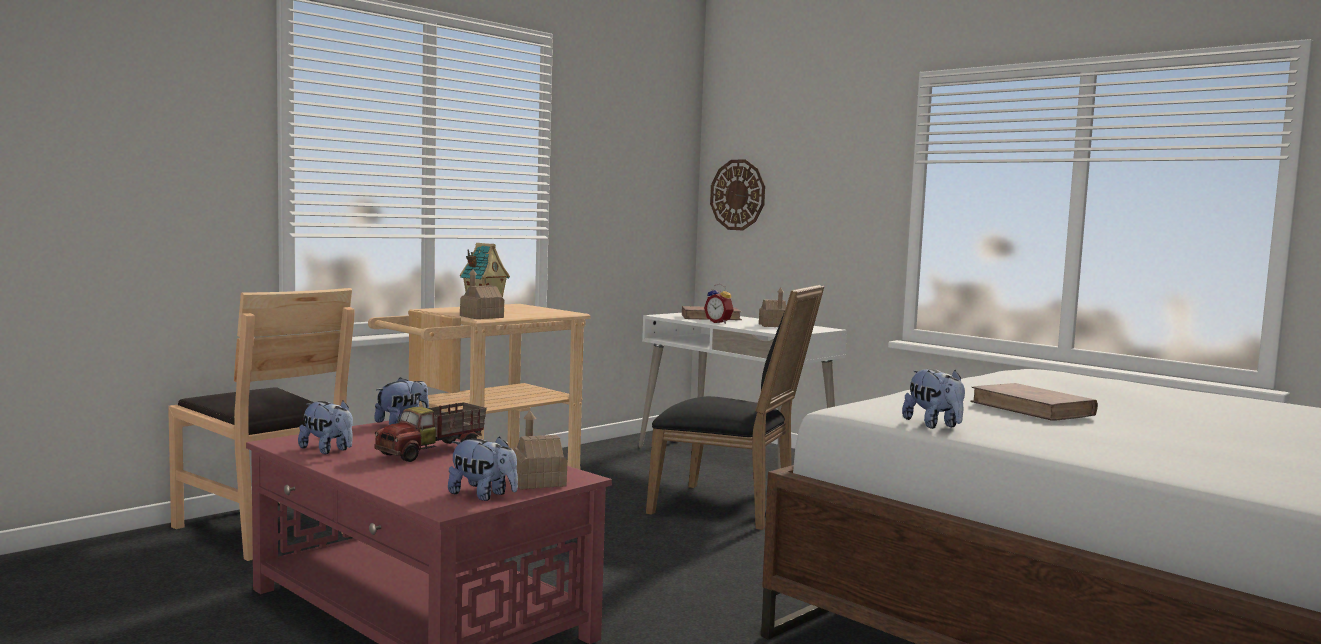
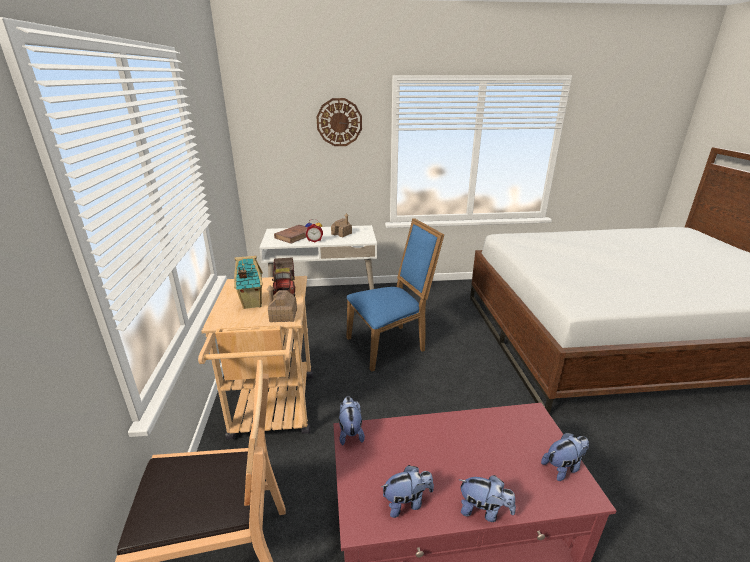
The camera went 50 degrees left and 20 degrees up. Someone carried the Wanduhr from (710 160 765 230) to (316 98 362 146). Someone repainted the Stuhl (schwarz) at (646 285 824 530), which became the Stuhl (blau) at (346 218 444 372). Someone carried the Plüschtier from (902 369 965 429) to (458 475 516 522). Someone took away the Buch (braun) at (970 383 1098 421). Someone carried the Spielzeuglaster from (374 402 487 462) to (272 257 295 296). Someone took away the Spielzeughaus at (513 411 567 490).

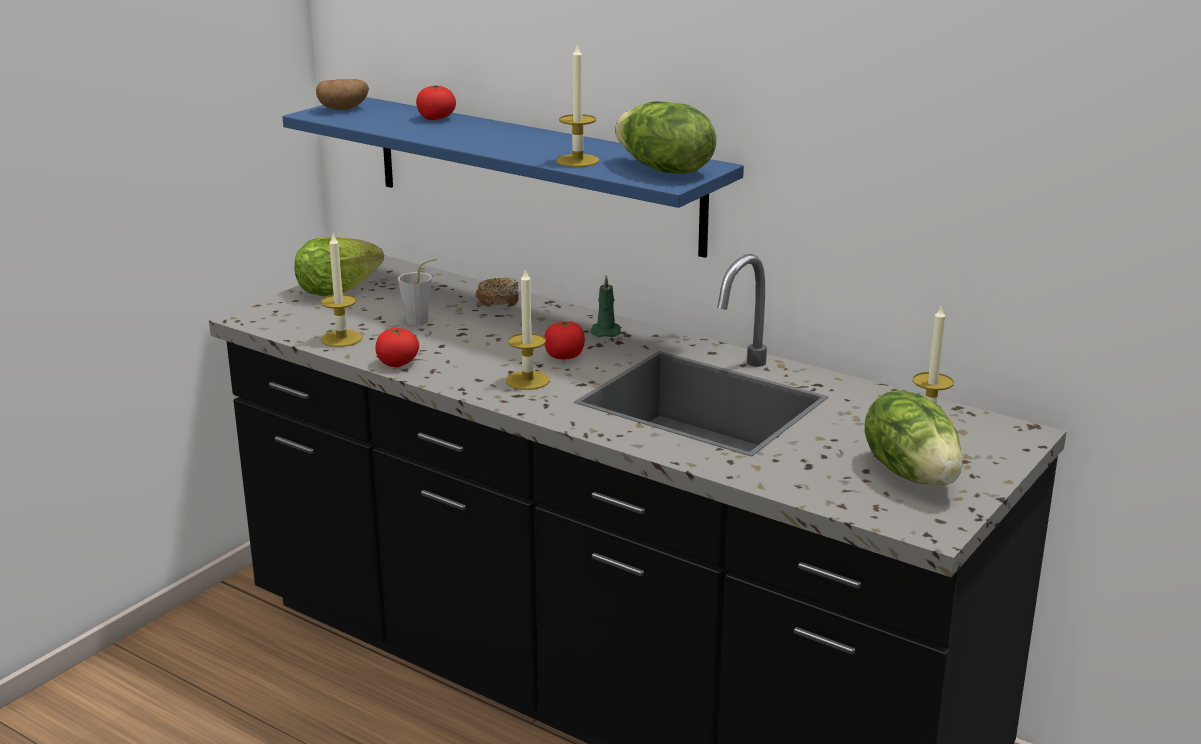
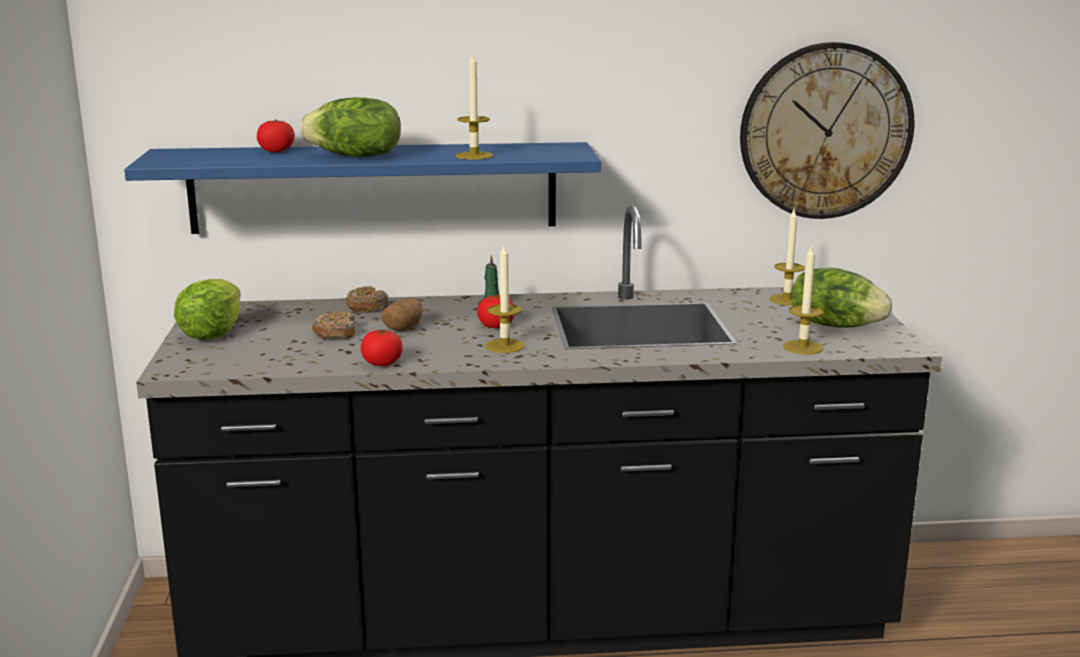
The camera went 40 degrees left and 5 degrees down. Someone carried the Kartoffel from (316 79 369 110) to (382 298 423 331). Someone carried the Salatkopf from (615 101 716 173) to (300 97 401 157). Someone carried the Kerze from (320 234 363 347) to (783 244 824 354). Someone swapped the Tasse (grau) at (398 258 437 326) for the Donut at (312 311 355 340). Someone put up the Wanduhr at (740 42 914 219).

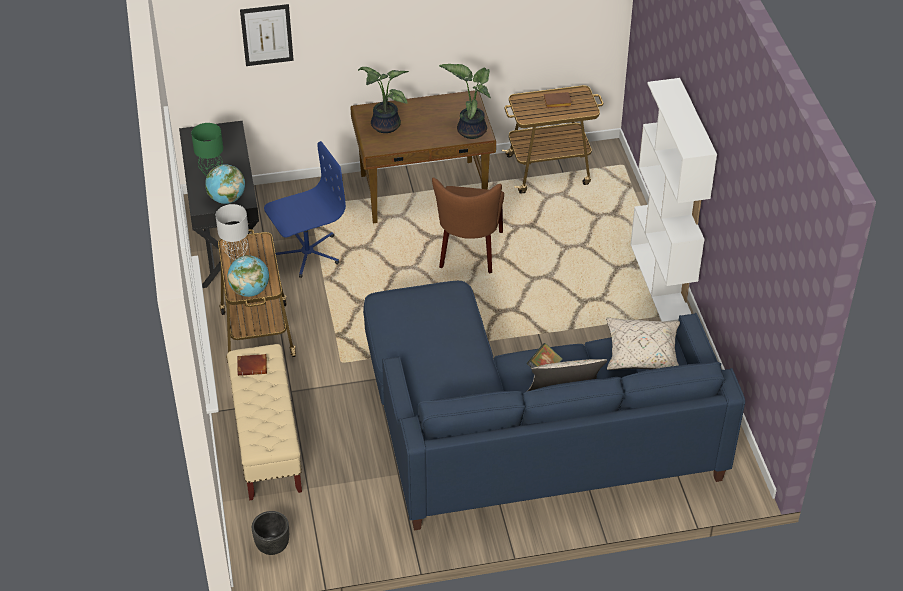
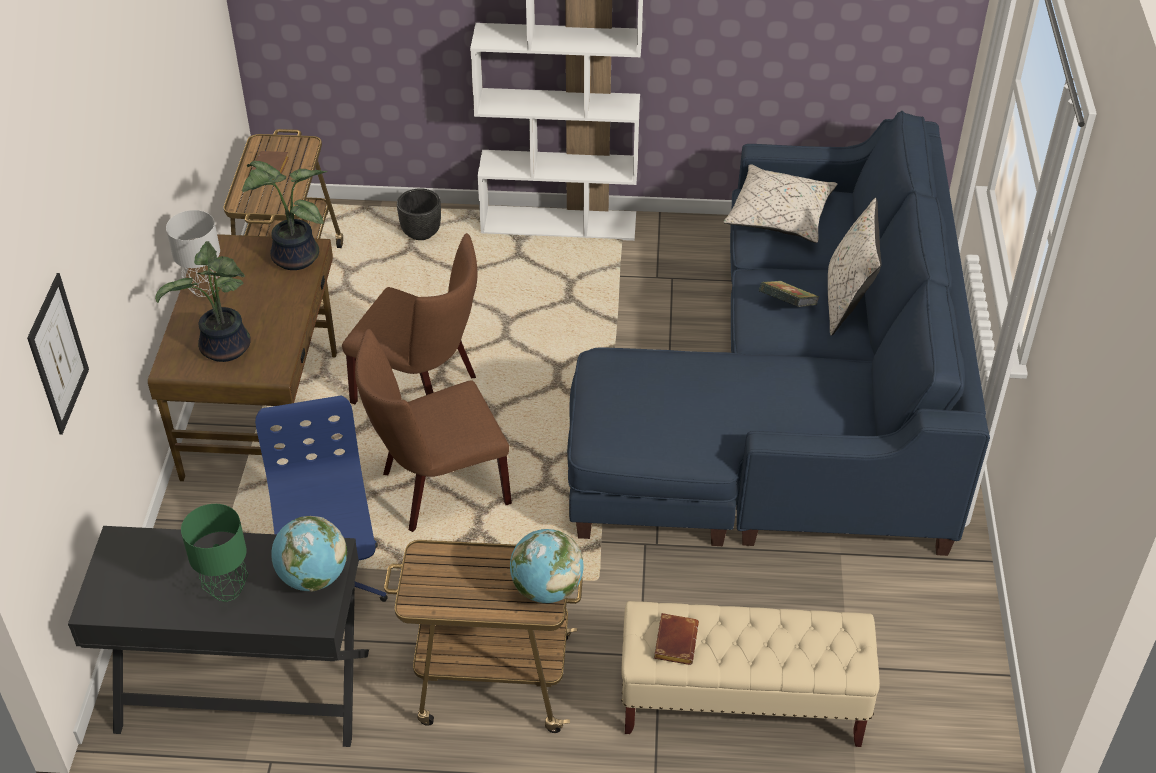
The camera went 75 degrees left and 0 degrees up. Someone carried the Tischlampe (grau) from (216 204 249 260) to (166 210 220 297). Someone carried the Pflanzkübel (schwarz) from (252 511 289 555) to (397 188 441 240). Someone put down the Stuhl (braun) at (355 329 512 532).

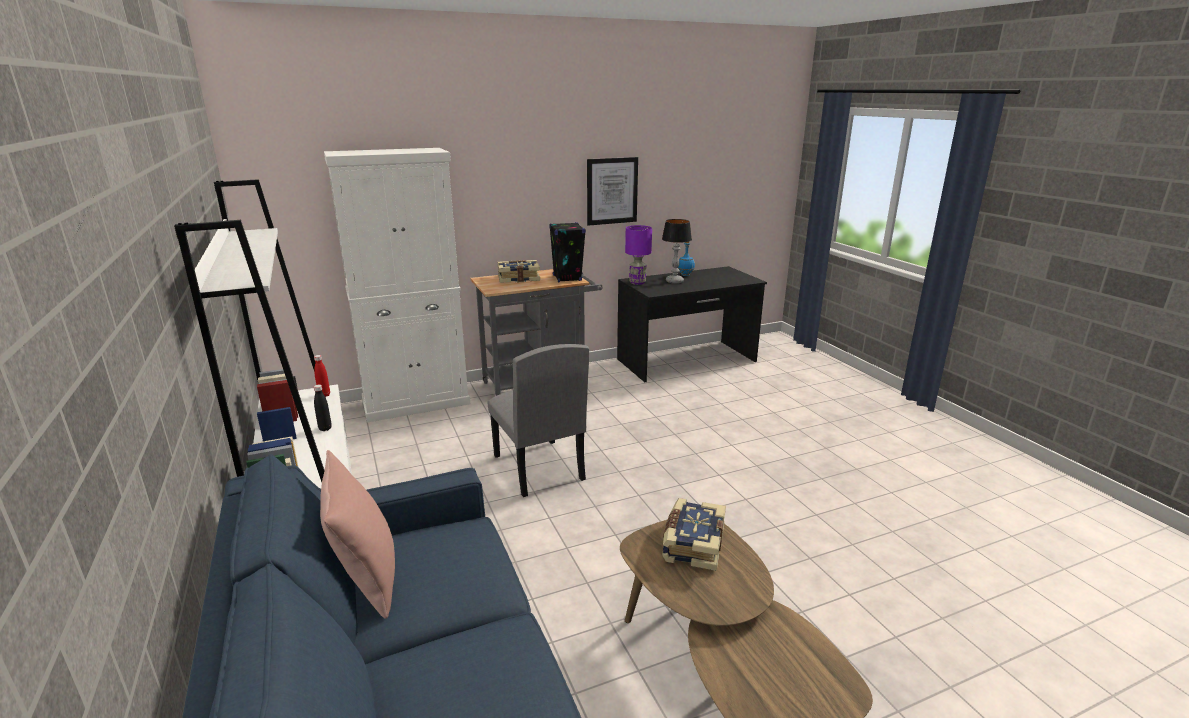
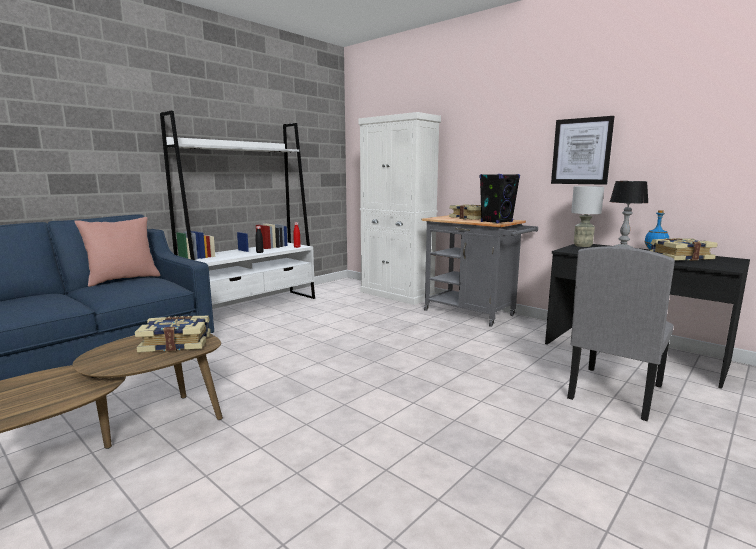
The camera went 65 degrees right and 10 degrees down. Someone repainted the Tischlampe (lila) at (625 225 652 285), which became the Tischlampe (grau) at (571 186 604 247). Someone carried the Stuhl (grau) from (487 344 589 497) to (567 246 675 421). Someone put down the Buch at (650 238 718 261).

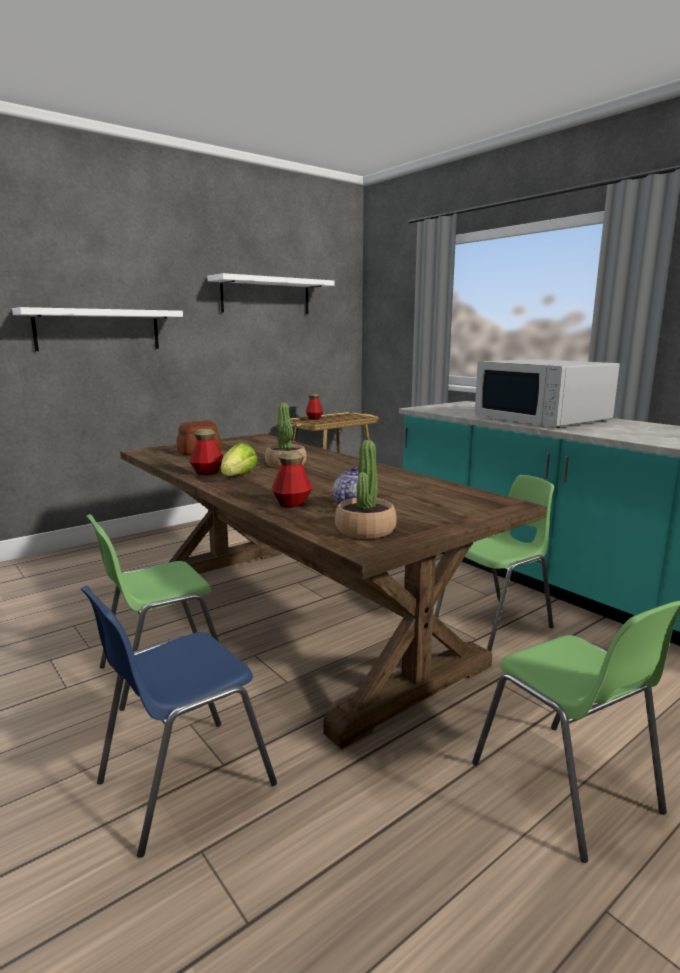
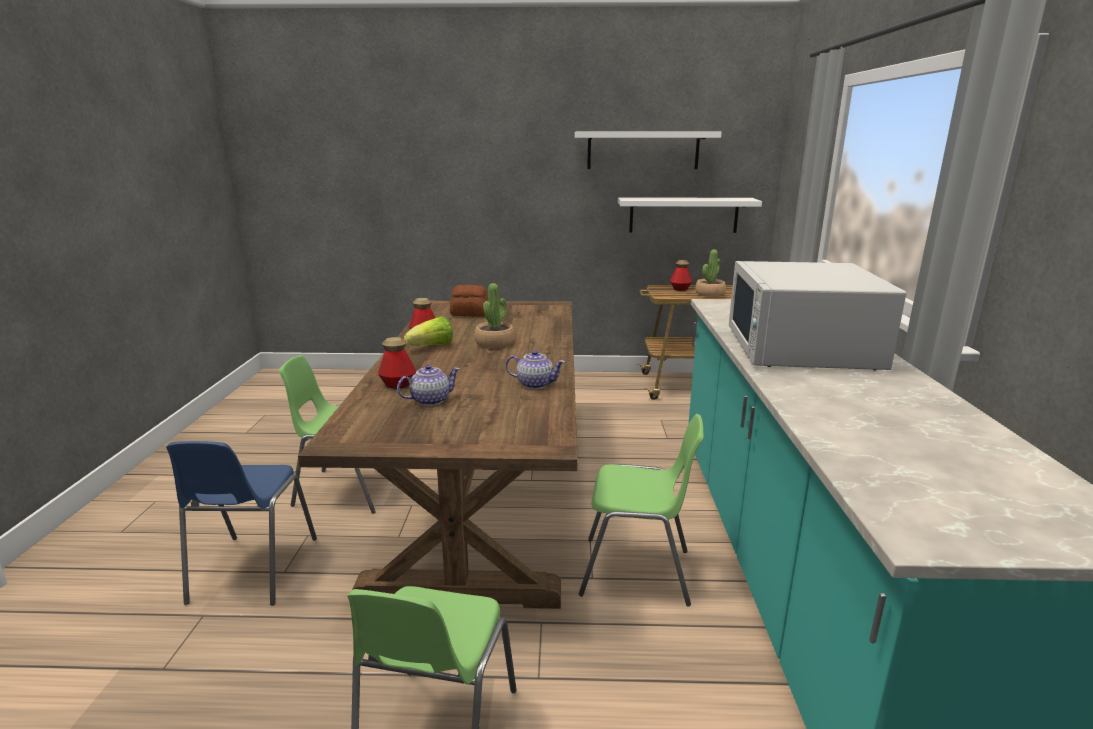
The camera went 40 degrees right and 5 degrees up. Someone carried the Wandregal (weiß) from (12 307 183 351) to (618 197 762 233). Someone carried the Topfpflanze from (335 440 397 539) to (695 249 726 297). Someone rotated the Stuhl (blau) at (81 586 277 858) by 90 degrees counterclockwise. Someone put down the Teekanne at (506 350 565 389).

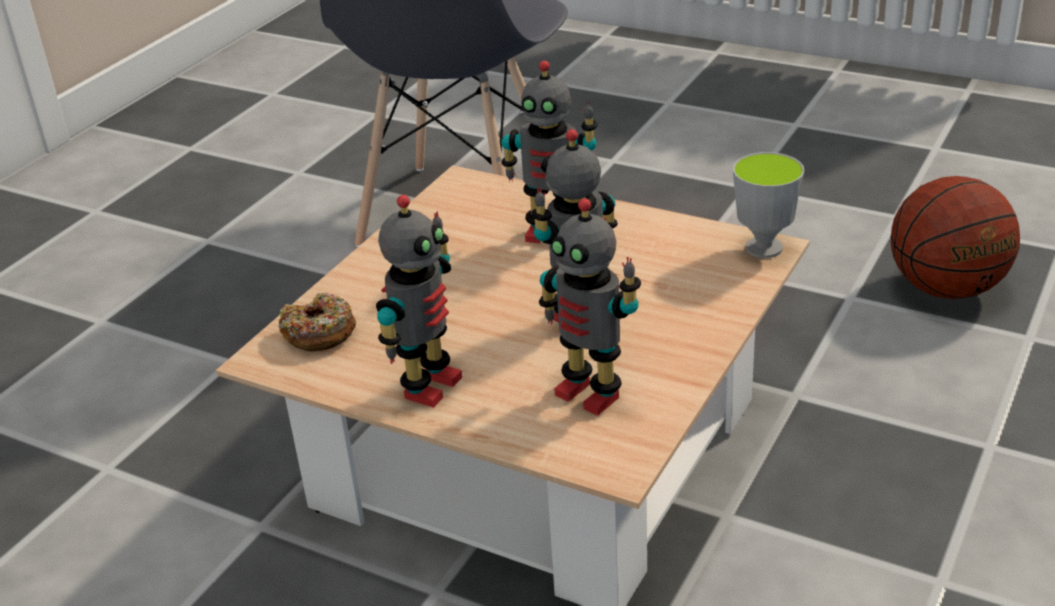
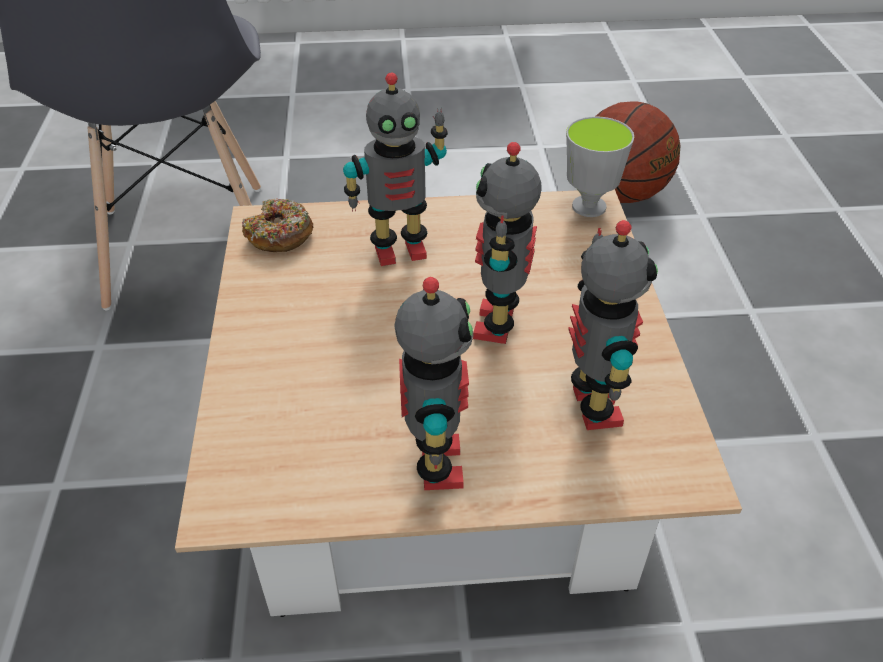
The camera went 35 degrees left and 10 degrees up. Someone rotated the Spielzeugroboter at (539 198 641 416) by 105 degrees counterclockwise. Someone carried the Donut from (279 293 356 351) to (242 198 314 252).

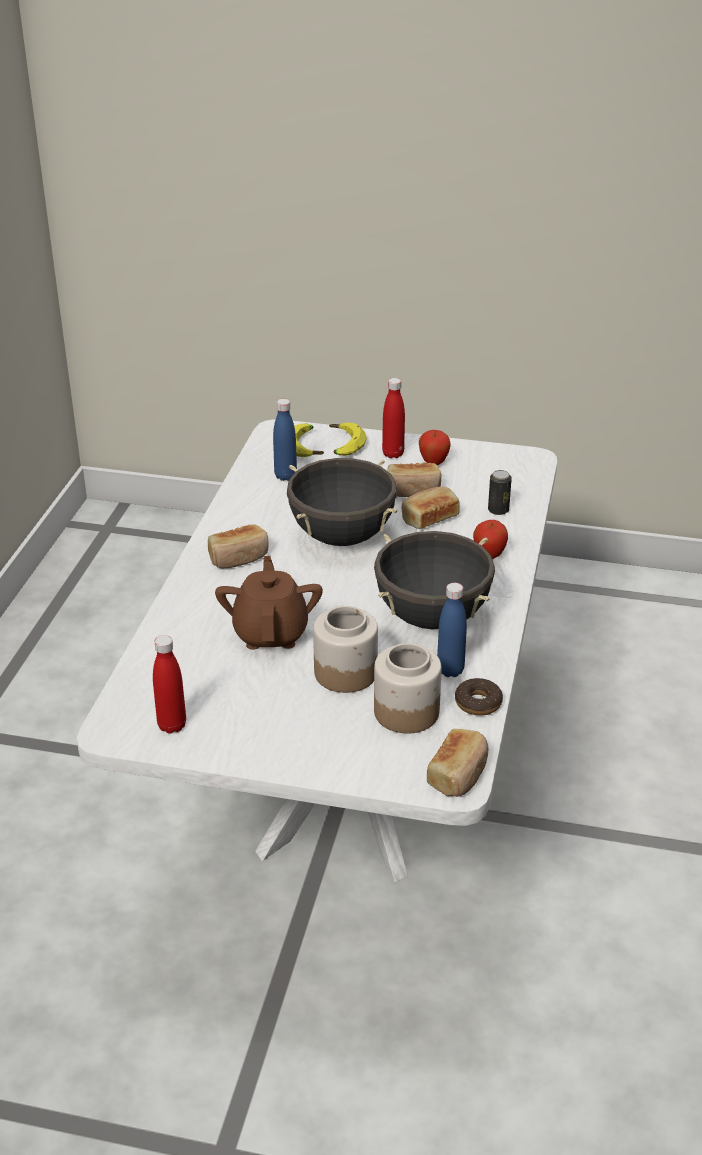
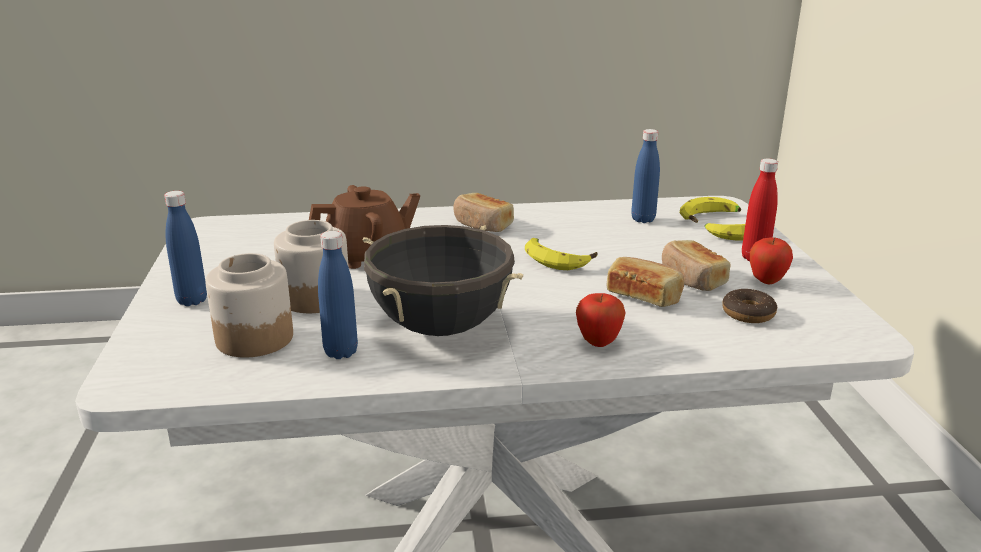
The camera went 70 degrees right and 10 degrees down. Someone swapped the Kochtopf (schwarz) at (287 458 397 546) for the Banane at (525 238 598 270). Someone took away the Dose at (488 470 512 515). Someone took away the Flasche (rot) at (153 635 186 734). Someone carried the Donut from (455 678 503 716) to (722 289 777 323). Someone took away the Brot at (427 729 489 797). Someone put down the Flasche (blau) at (164 191 207 306).

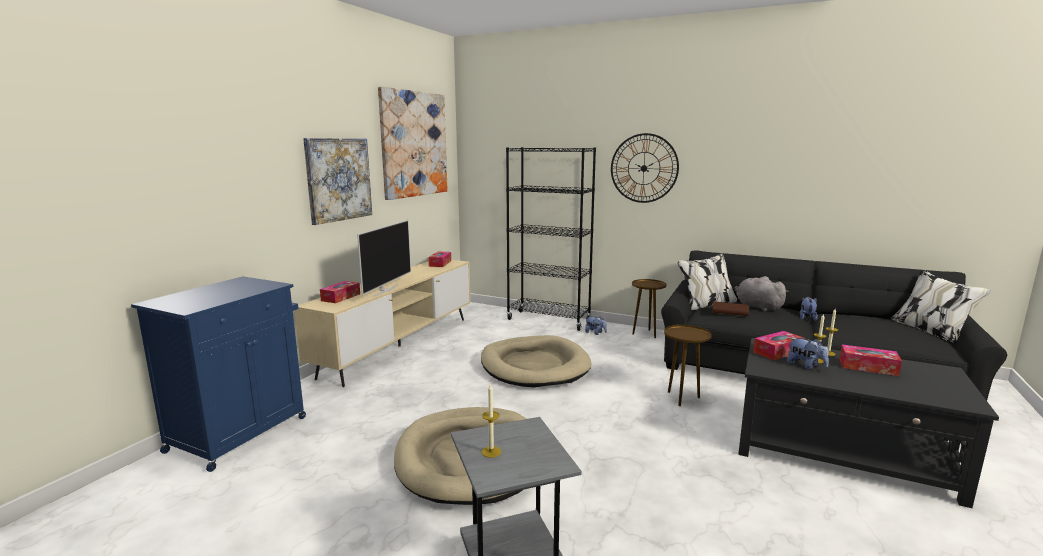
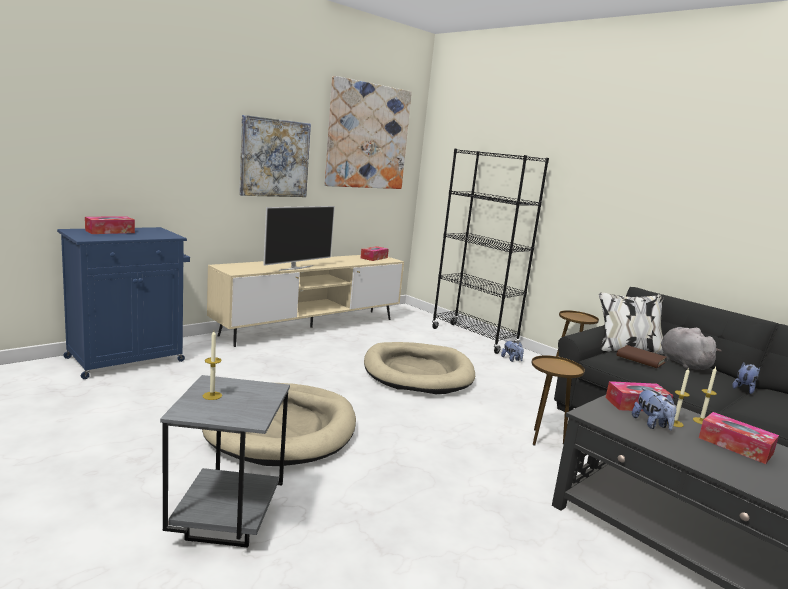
The camera went 20 degrees right and 0 degrees up. Someone took away the Wanduhr at (611 133 679 203). Someone carried the Taschentuchbox from (320 281 360 303) to (85 216 135 234).

